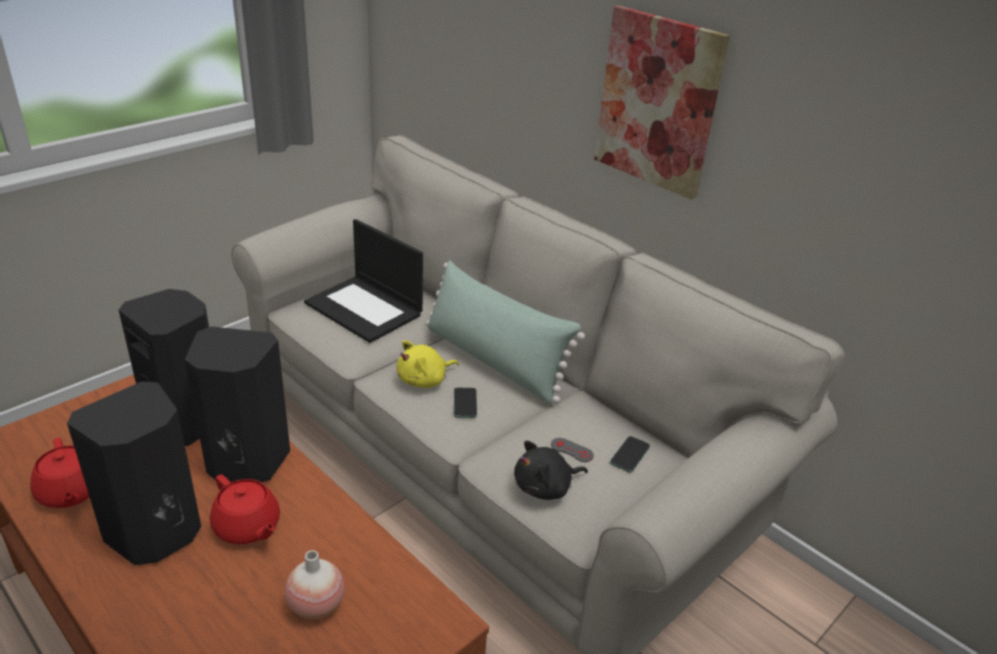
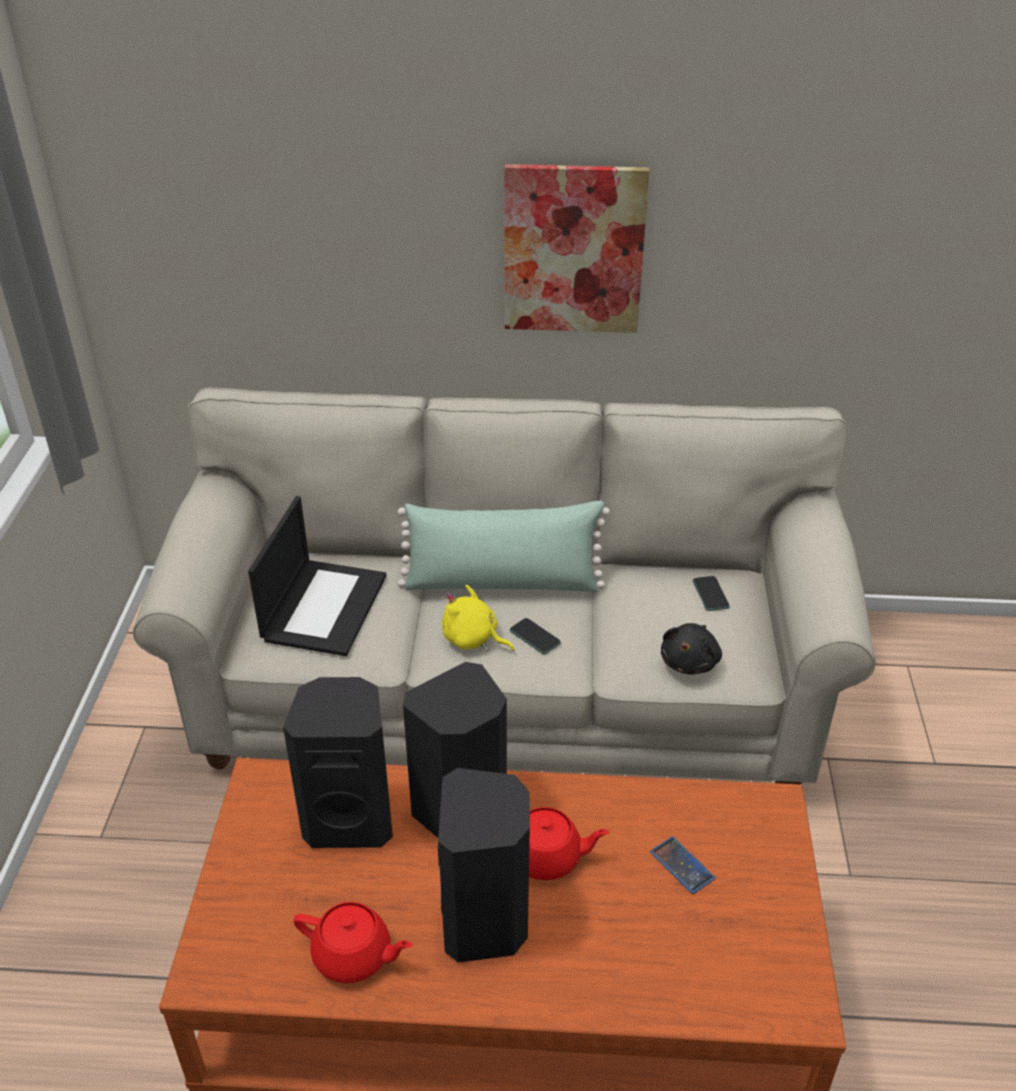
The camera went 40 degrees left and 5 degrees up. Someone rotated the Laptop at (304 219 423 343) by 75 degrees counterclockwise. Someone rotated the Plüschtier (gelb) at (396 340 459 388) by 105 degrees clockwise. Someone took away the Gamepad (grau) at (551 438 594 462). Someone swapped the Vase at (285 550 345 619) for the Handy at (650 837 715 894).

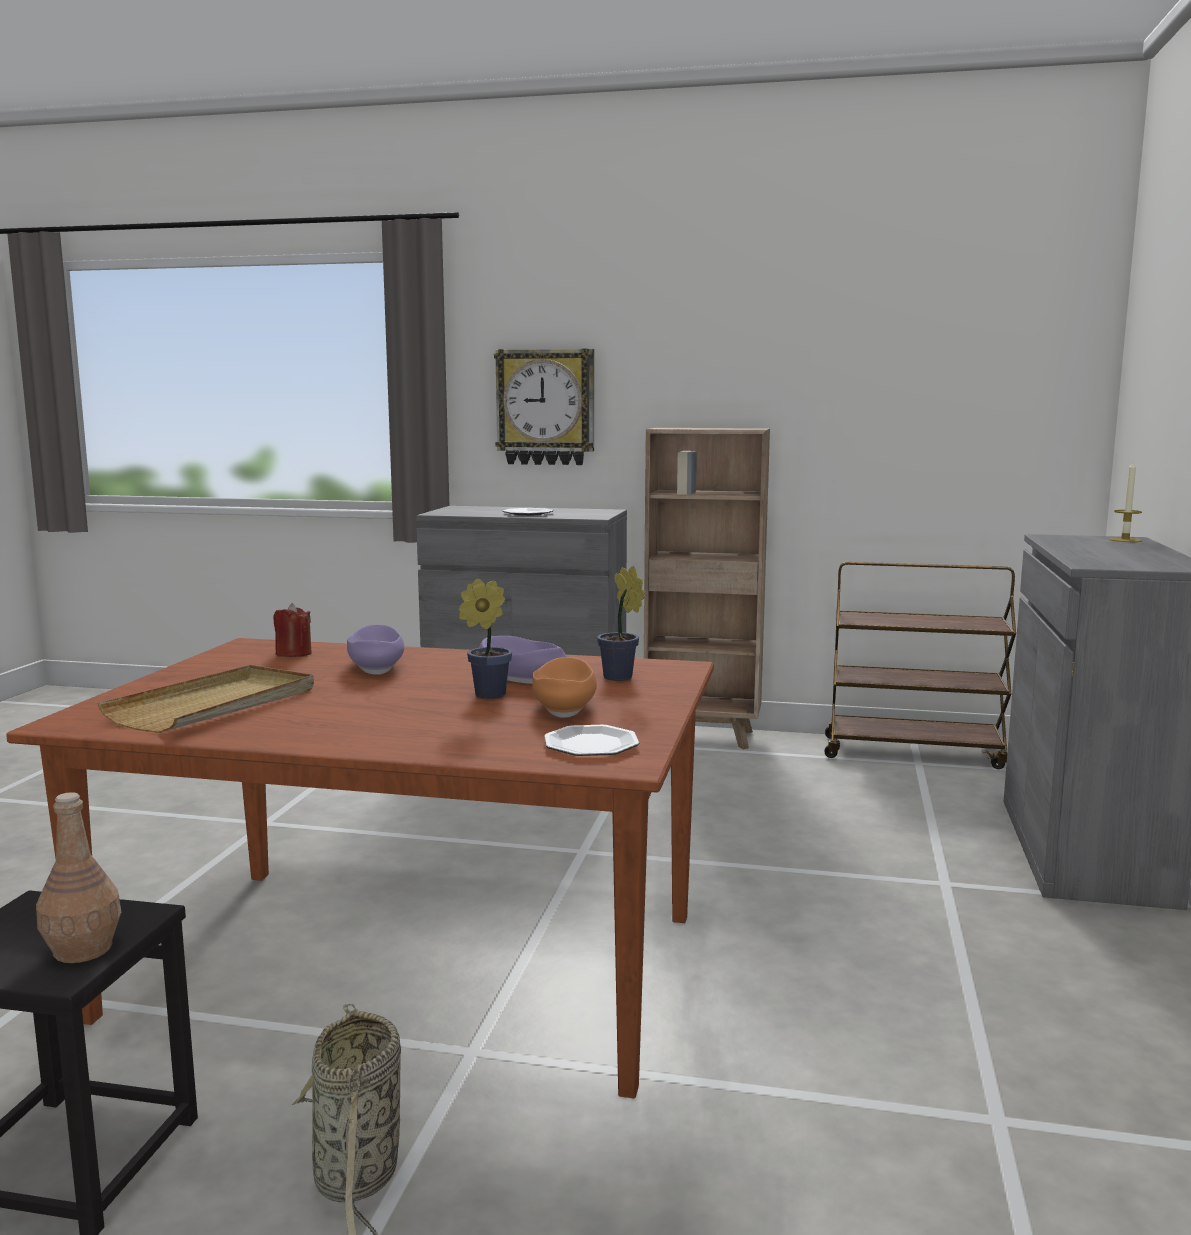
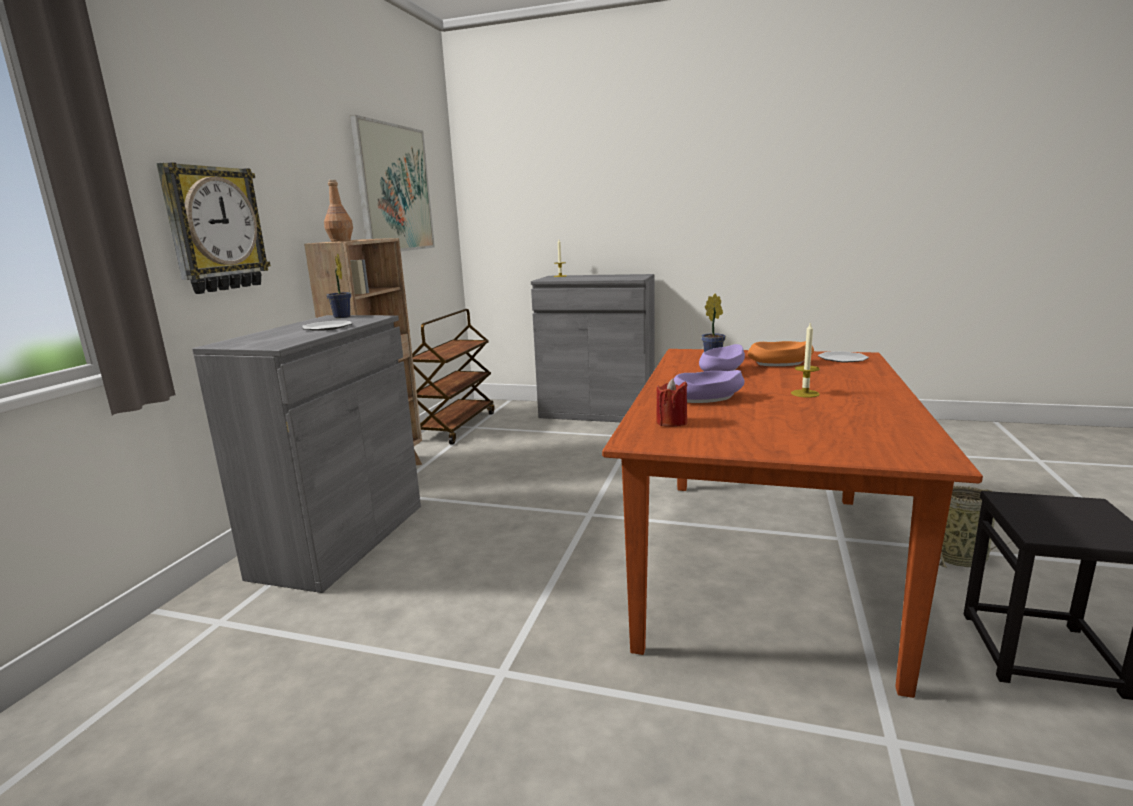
The camera went 85 degrees left and 5 degrees up. Someone carried the Topfpflanze from (459 578 512 699) to (327 253 351 318). Someone took away the Tablett (beige) at (97 665 314 733). Someone carried the Flasche (braun) from (36 792 121 963) to (324 180 353 242). Someone put up the Bild at (350 115 435 251). Someone put down the Kerze at (791 322 820 398).

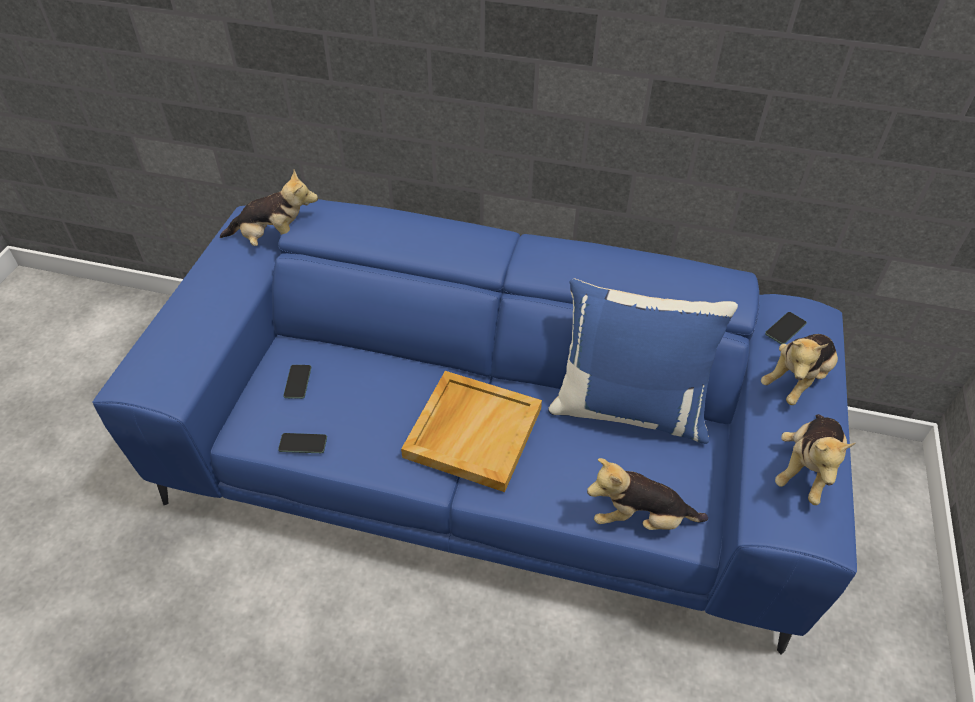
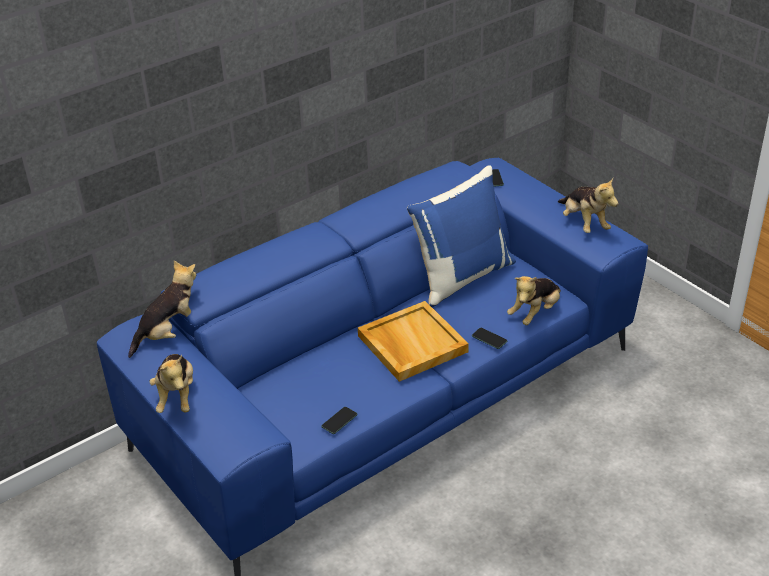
The camera went 50 degrees left and 10 degrees down. Someone carried the Plüschtier from (761 334 838 405) to (149 354 193 413). Someone carried the Handy from (283 365 311 399) to (472 328 507 349).

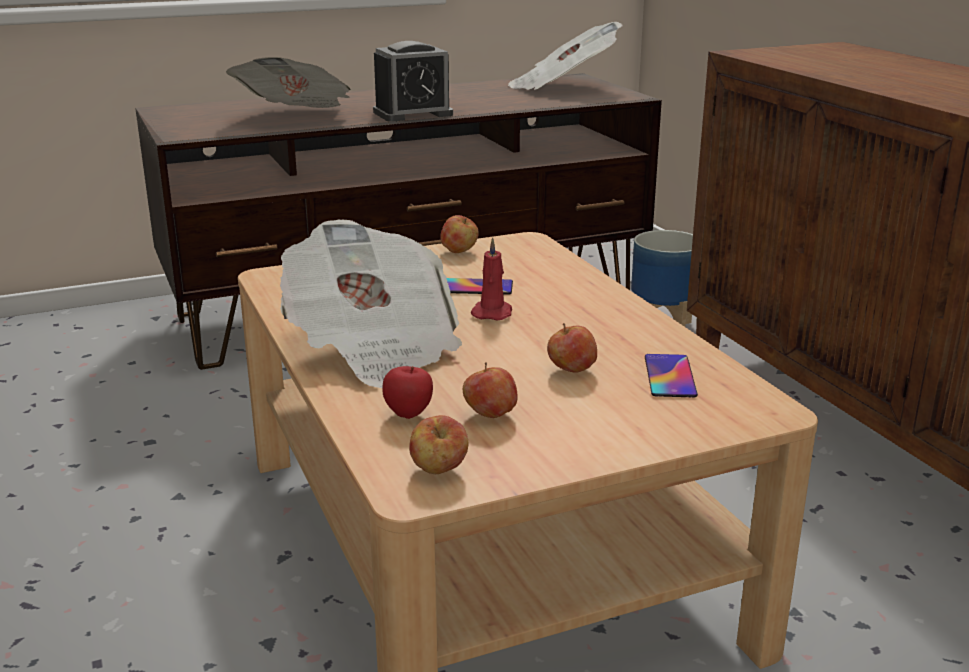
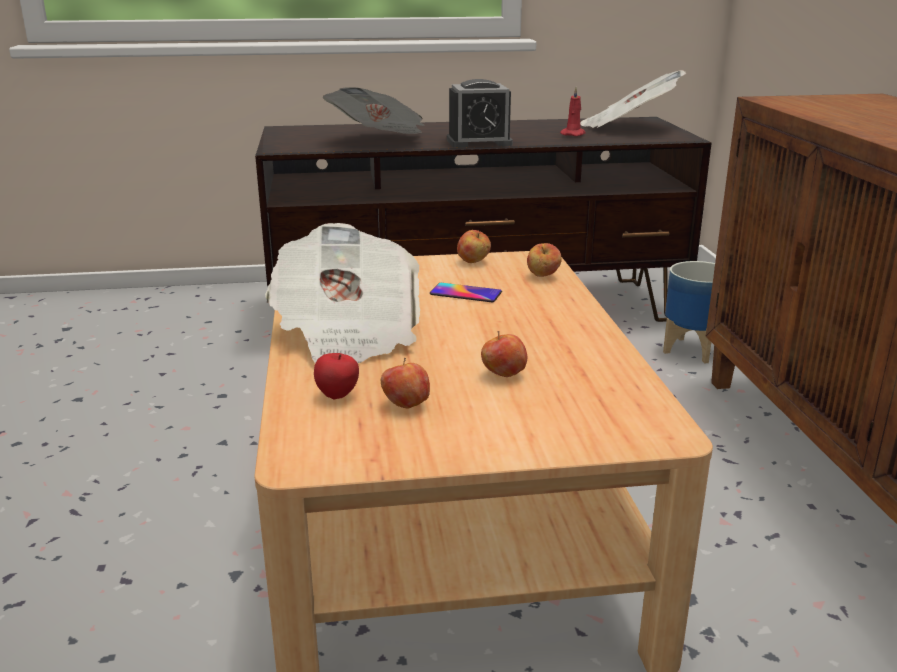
The camera went 15 degrees right and 0 degrees up. Someone carried the Kerze (rot) from (471 237 512 320) to (560 87 585 136). Someone took away the Handy at (645 354 698 397). Someone carried the Apfel from (409 415 468 474) to (527 243 562 277).

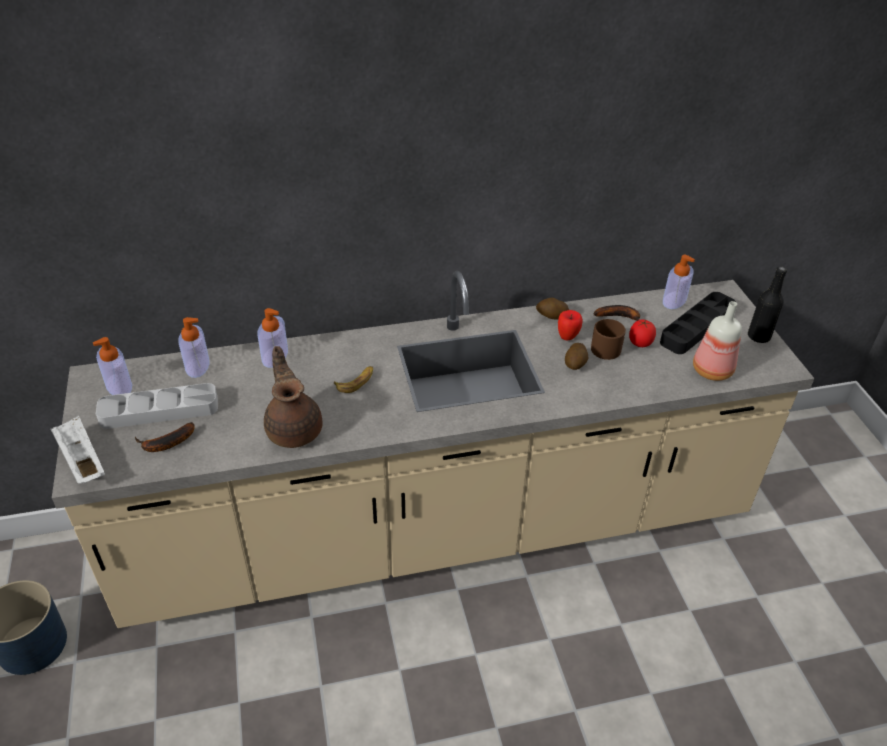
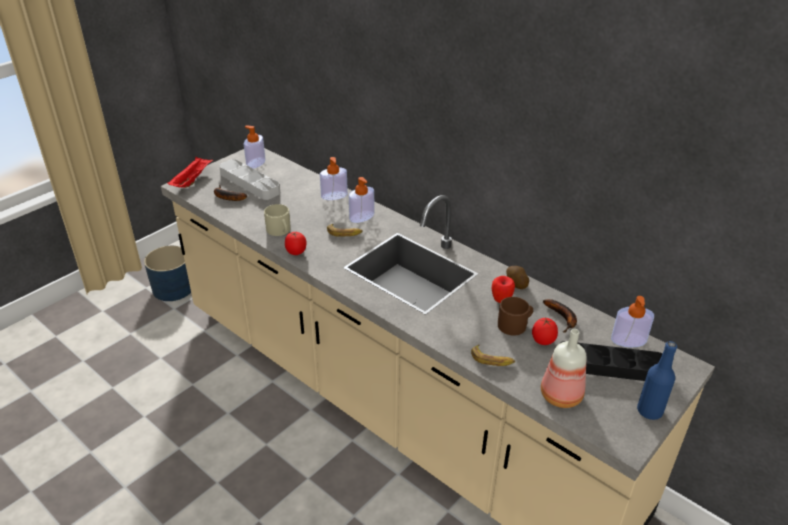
The camera went 55 degrees right and 5 degrees down. Someone repainted the Flasche (schwarz) at (748 266 787 343), which became the Flasche (blau) at (637 341 677 420). Someone carried the Seifenspender from (178 317 209 378) to (349 177 375 223). Someone took away the Kartoffel at (565 343 589 370). Someone swapped the Teekanne (braun) at (264 346 323 448) for the Henkelbecher (beige) at (264 204 291 236). Someone repainted the Tablett (weiß) at (50 415 105 484), which became the Tablett (rot) at (167 157 213 188). Someone put down the Tomate at (285 232 307 255). Someone put down the Banane at (471 344 515 366).

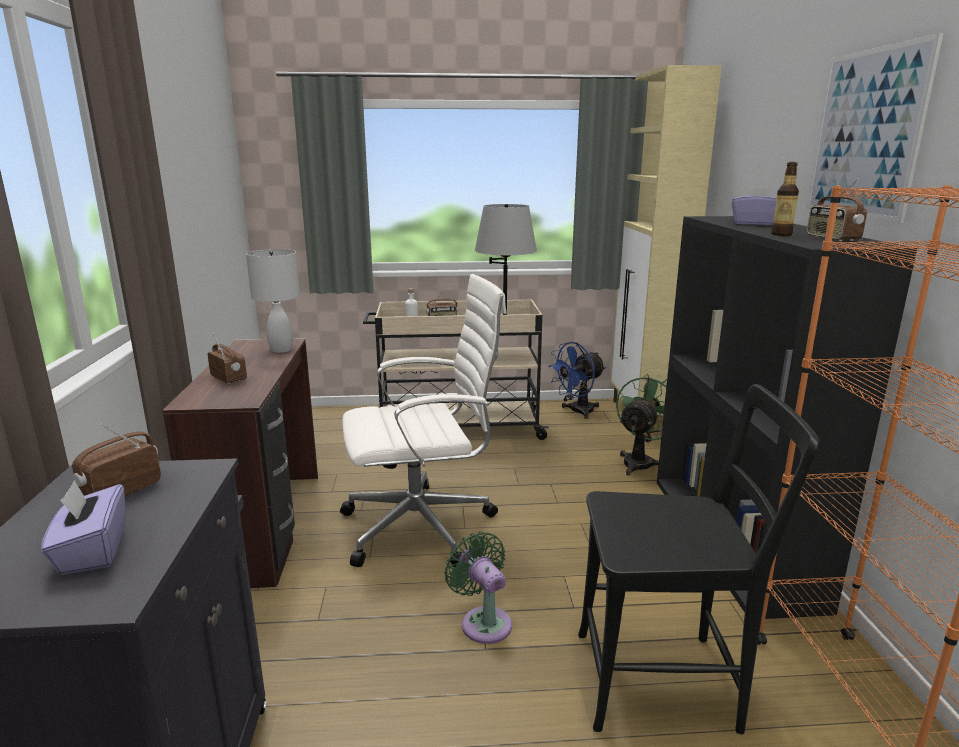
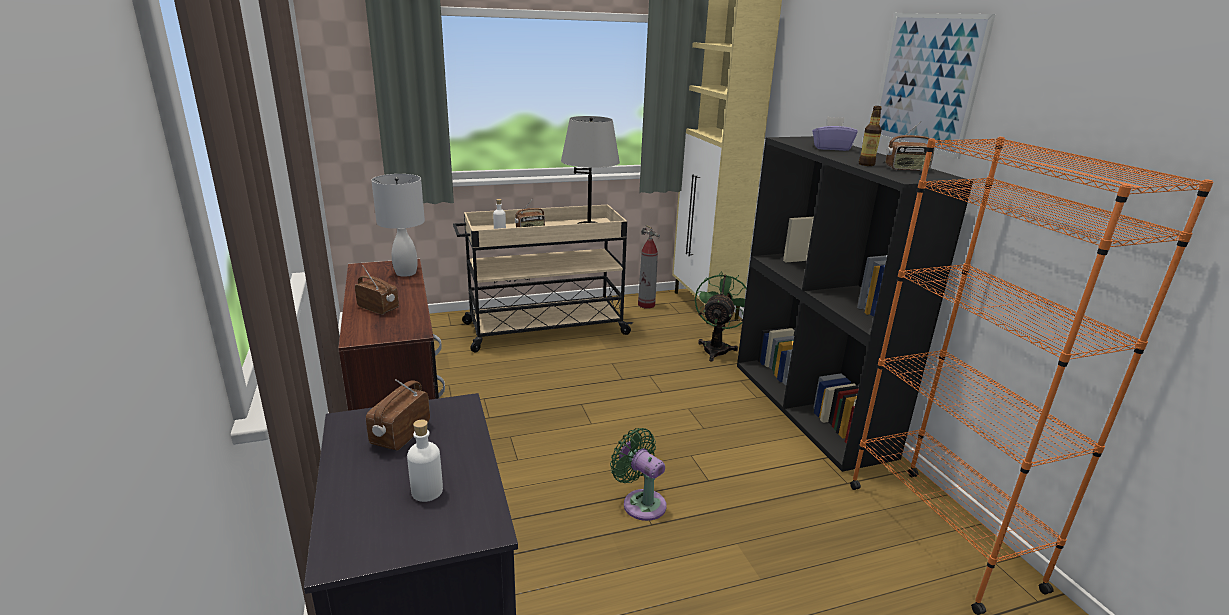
The camera went 15 degrees left and 5 degrees up. Someone rotated the Radio at (807 178 867 241) by 60 degrees counterclockwise. Someone took away the Bürostuhl (weiß) at (340 274 506 567). Someone swapped the Ventilator (blau) at (548 342 606 419) for the Feuerlöscher at (638 225 660 309). Someone took away the Stuhl (schwarz) at (578 384 819 734). Someone swapped the Taschentuchbox (lila) at (41 481 126 575) for the Flasche (weiß) at (407 420 443 502).

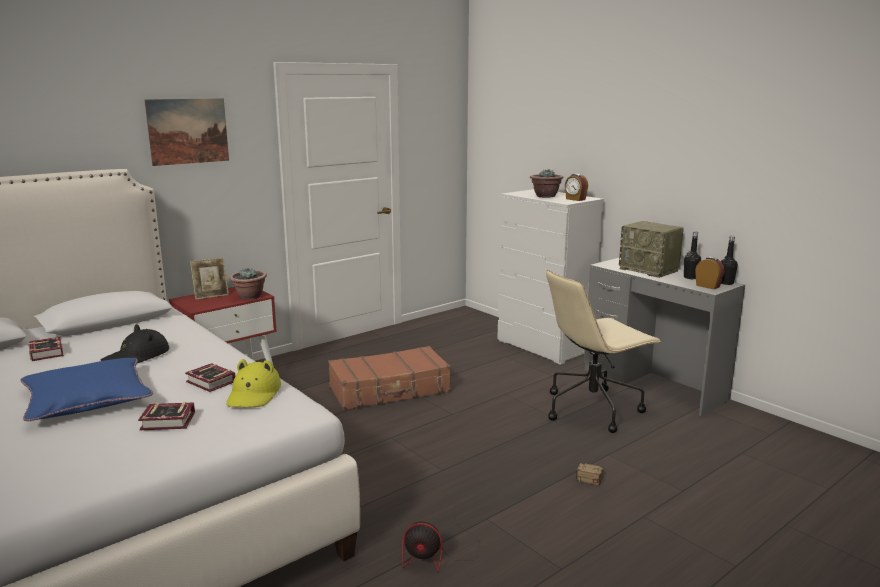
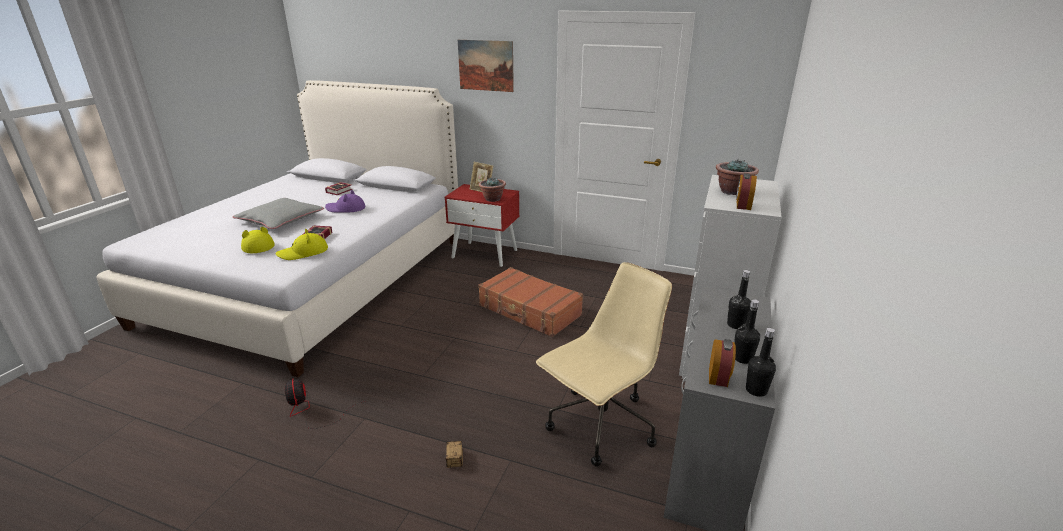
The camera went 60 degrees right and 10 degrees up. Someone swapped the Radio at (619 221 684 278) for the Flasche (schwarz) at (727 270 751 329). Someone rotated the Bürostuhl (beige) at (546 270 662 433) by 105 degrees clockwise. Someone repainted the Hut (schwarz) at (101 324 169 363), which became the Hut (lila) at (325 190 365 212). Someone repainted the Kissen (blau) at (21 358 153 421), which became the Kissen (grau) at (233 198 324 229). Someone swapped the Buch at (138 402 195 430) for the Hut (gelb) at (241 227 275 253).

